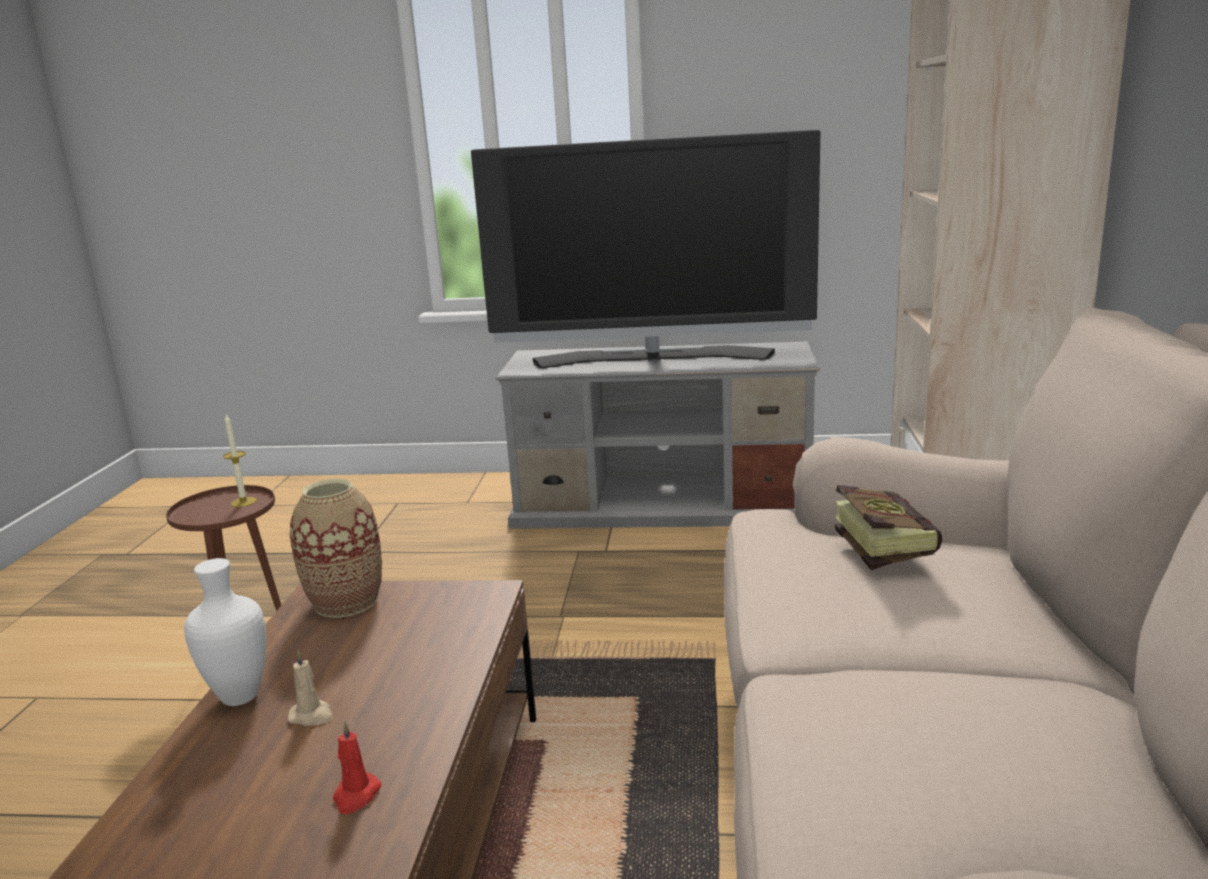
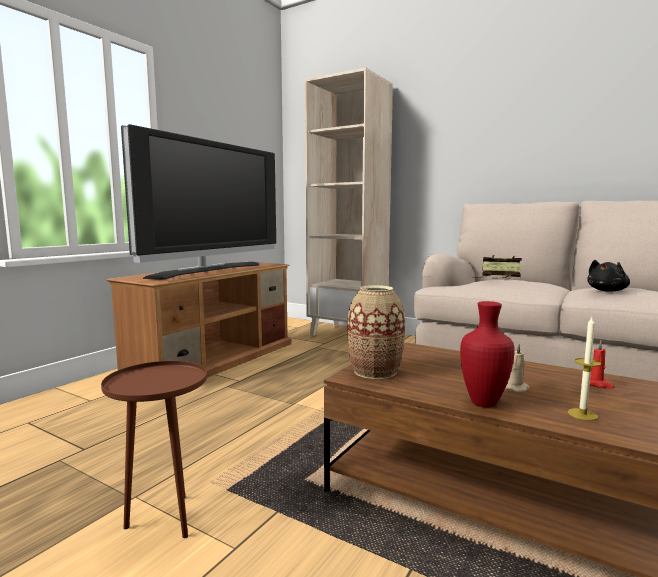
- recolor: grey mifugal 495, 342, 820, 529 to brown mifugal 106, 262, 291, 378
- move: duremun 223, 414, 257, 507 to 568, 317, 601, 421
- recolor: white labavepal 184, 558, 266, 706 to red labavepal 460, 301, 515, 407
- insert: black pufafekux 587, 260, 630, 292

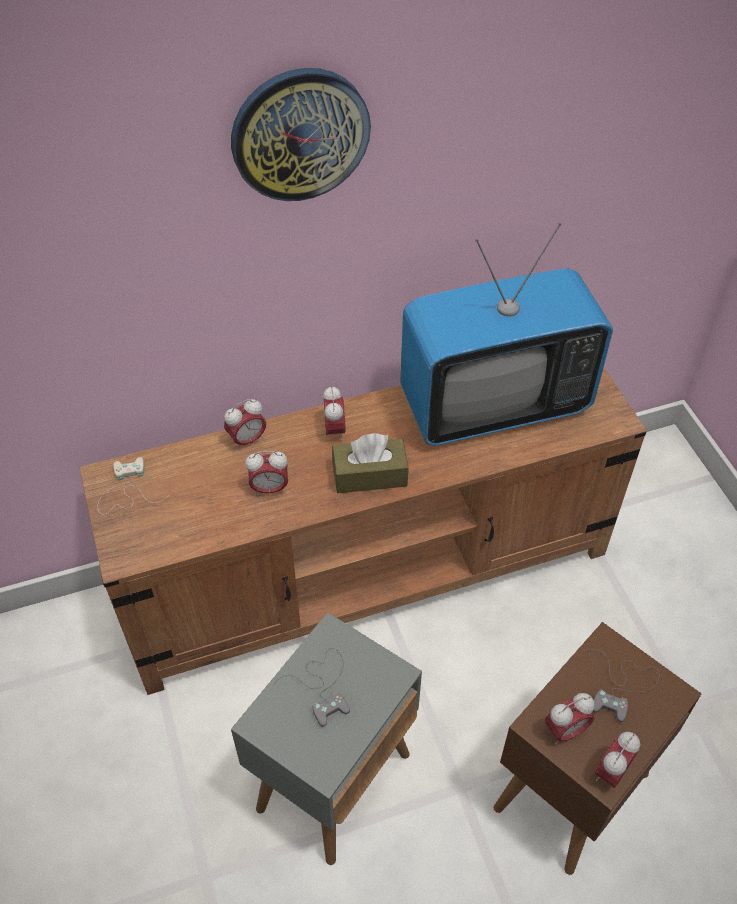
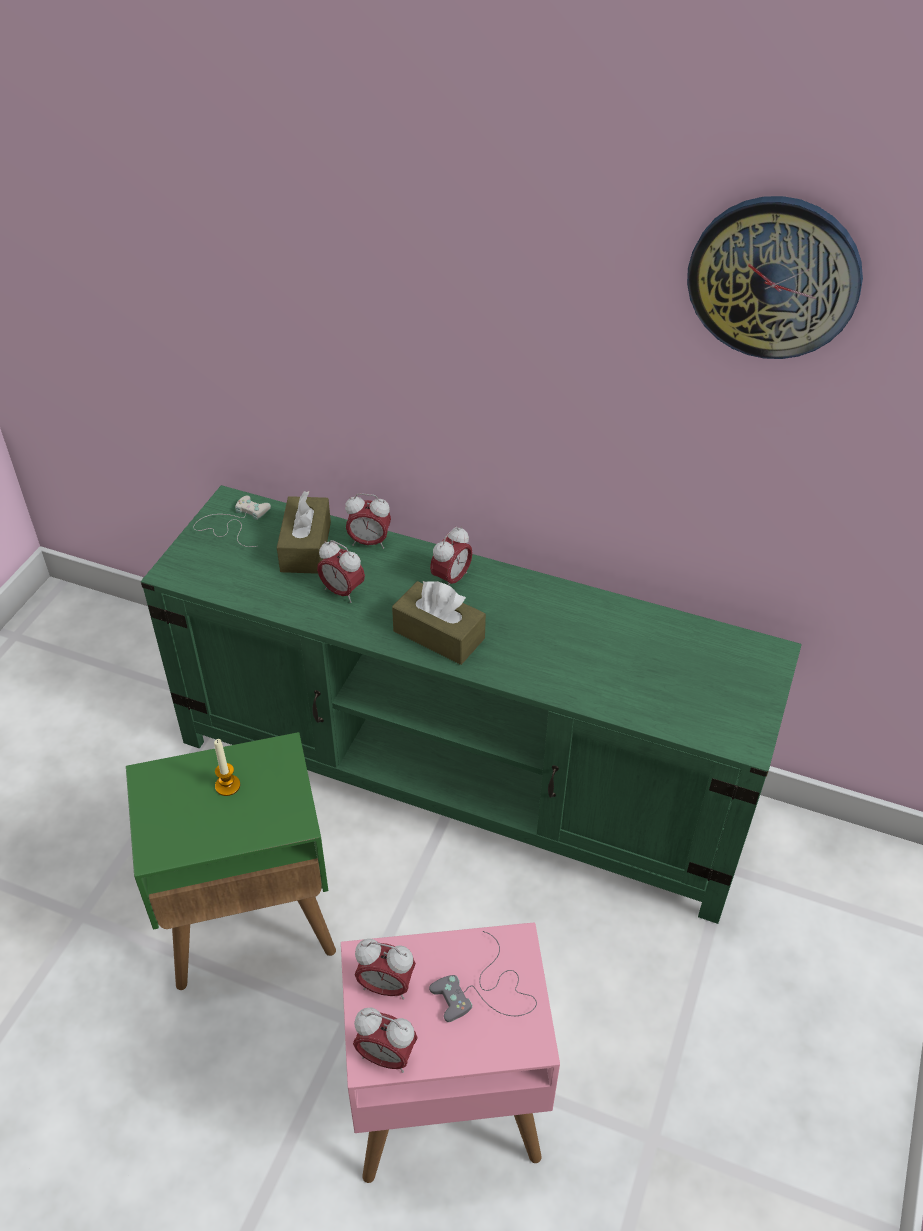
- move: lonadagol 231, 68, 371, 201 to 687, 196, 863, 359
- delete: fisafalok 400, 223, 613, 446
- recolor: brown mifugal 79, 367, 647, 695 to green mifugal 141, 485, 802, 924
- recolor: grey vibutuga 231, 612, 422, 865 to green vibutuga 126, 732, 336, 990
- recolor: brown vibutuga 493, 622, 701, 875 to pink vibutuga 341, 922, 560, 1183
- replace: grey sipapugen 272, 648, 350, 727 to duremun 214, 739, 240, 796
- rotate: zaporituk 595, 732, 641, 788 = 353, 1008, 418, 1073 150 degrees counterclockwise
- insert: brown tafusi 277, 491, 331, 574

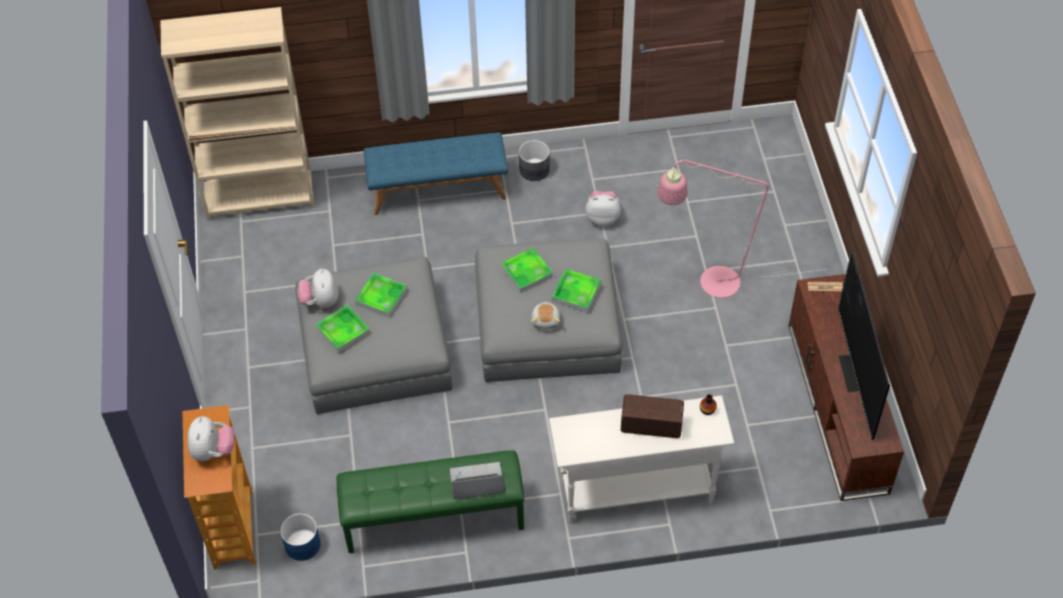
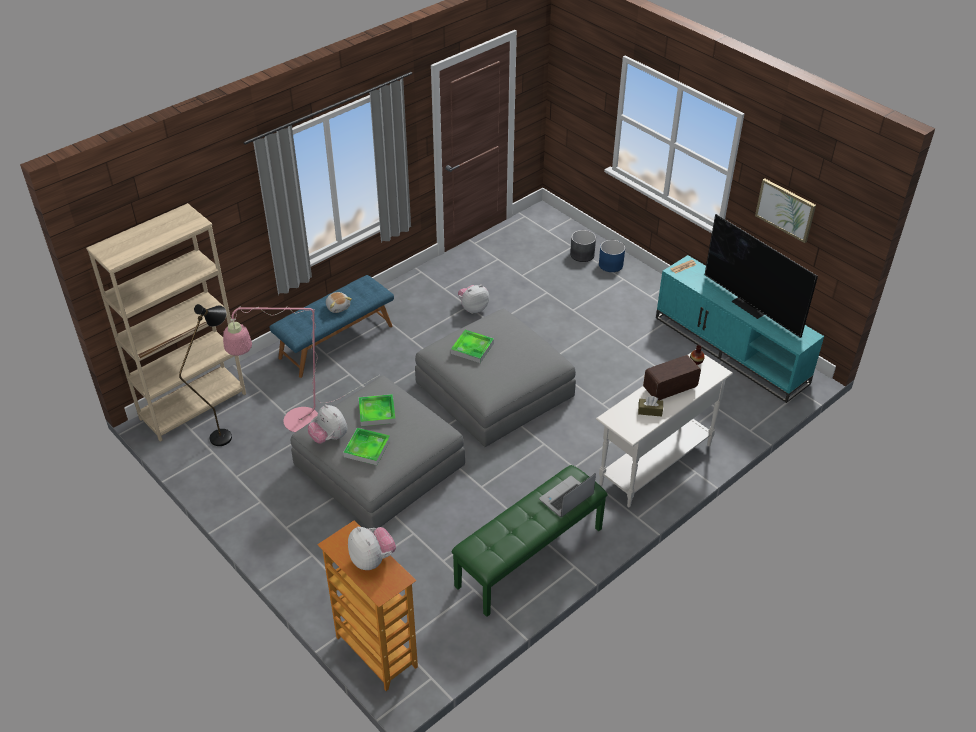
- move: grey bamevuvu 519, 140, 550, 181 to 570, 230, 596, 262
- move: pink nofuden 657, 159, 827, 298 to 223, 306, 379, 432
- delete: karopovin 552, 269, 601, 313
- recolor: brown mifugal 788, 274, 904, 501 to turquoise mifugal 656, 255, 824, 403
- move: pufafekux 531, 302, 560, 330 to 326, 292, 352, 313
- move: blue bamevuvu 280, 513, 321, 561 to 599, 240, 625, 272
- insert: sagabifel 755, 178, 816, 243
- insert: black nofuden 179, 304, 232, 446
- insert: brown tafusi 638, 396, 663, 417

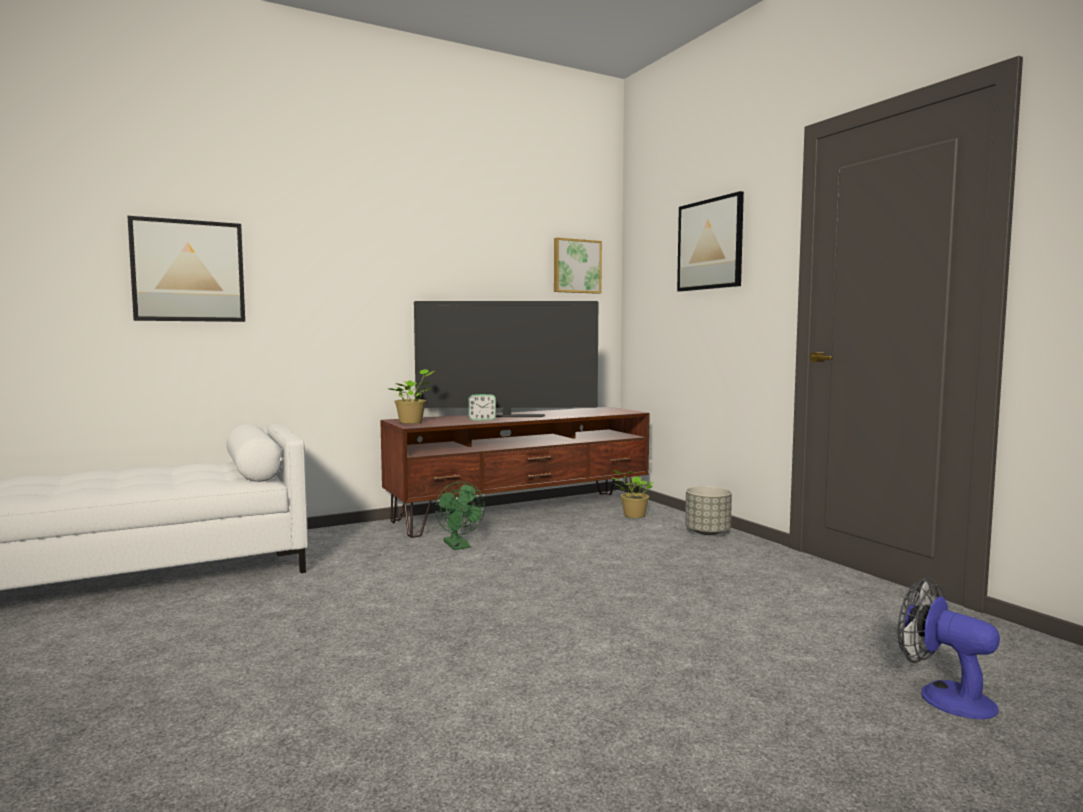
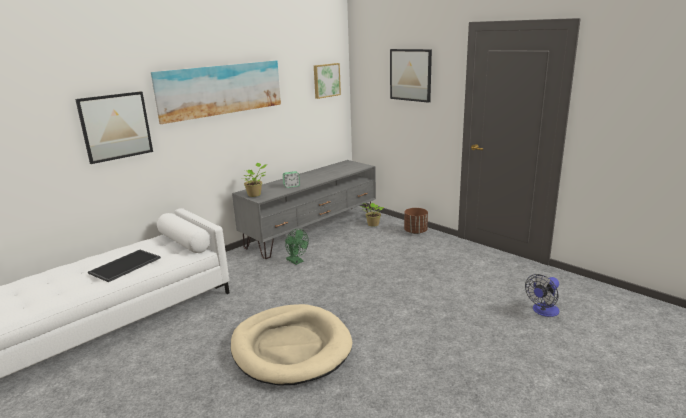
- delete: fisafalok 414, 301, 598, 417
- recolor: brown mifugal 380, 407, 650, 538 to grey mifugal 232, 160, 376, 259
- recolor: grey bamevuvu 685, 486, 732, 535 to brown bamevuvu 404, 208, 428, 234
- rotate: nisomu 897, 578, 1000, 720 = 525, 274, 559, 317 75 degrees counterclockwise
- insert: sagabifel 151, 61, 281, 124
- insert: karopovin 88, 250, 161, 282
- insert: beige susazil 231, 304, 352, 385

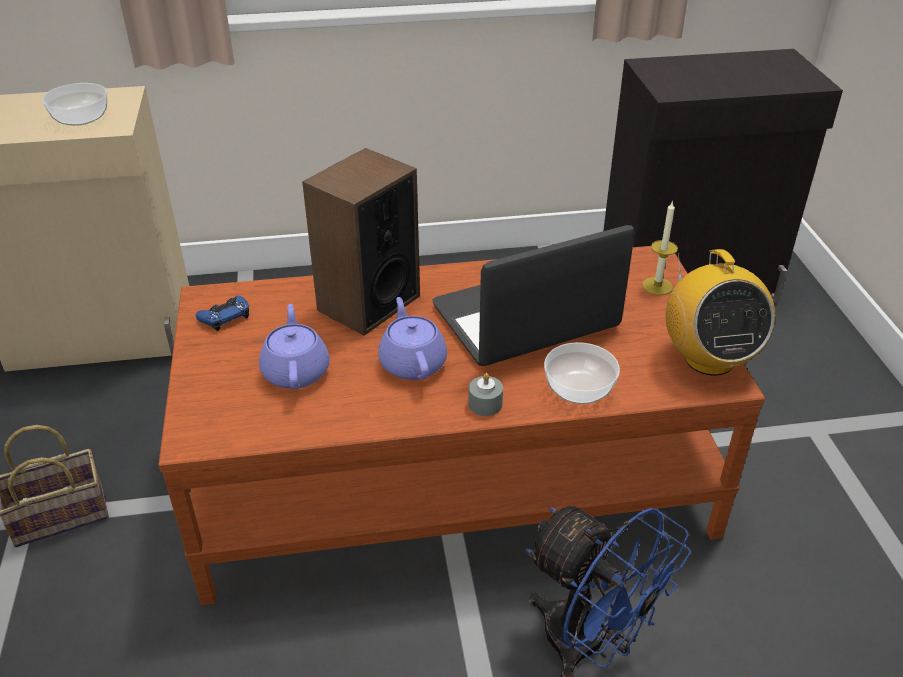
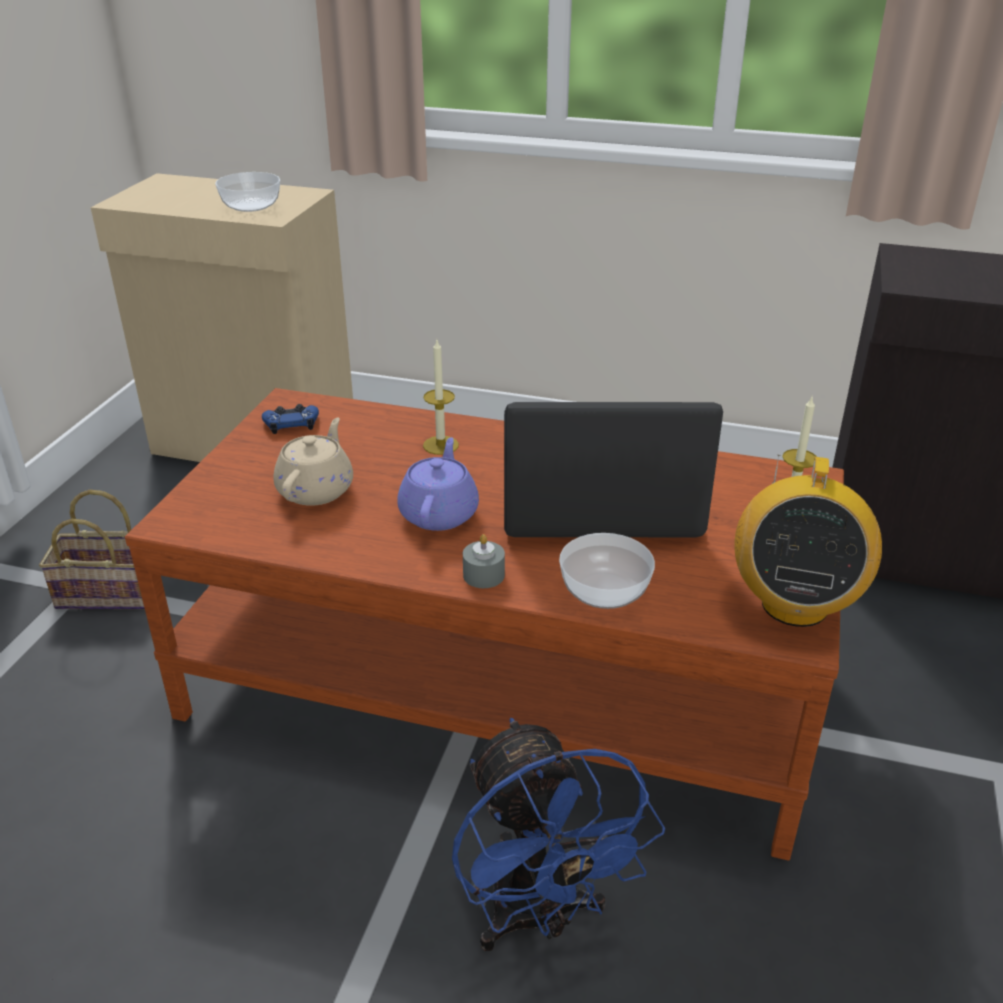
- replace: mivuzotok 302, 148, 420, 336 to duremun 423, 340, 459, 455
- recolor: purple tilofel 259, 304, 329, 390 to beige tilofel 273, 417, 353, 506

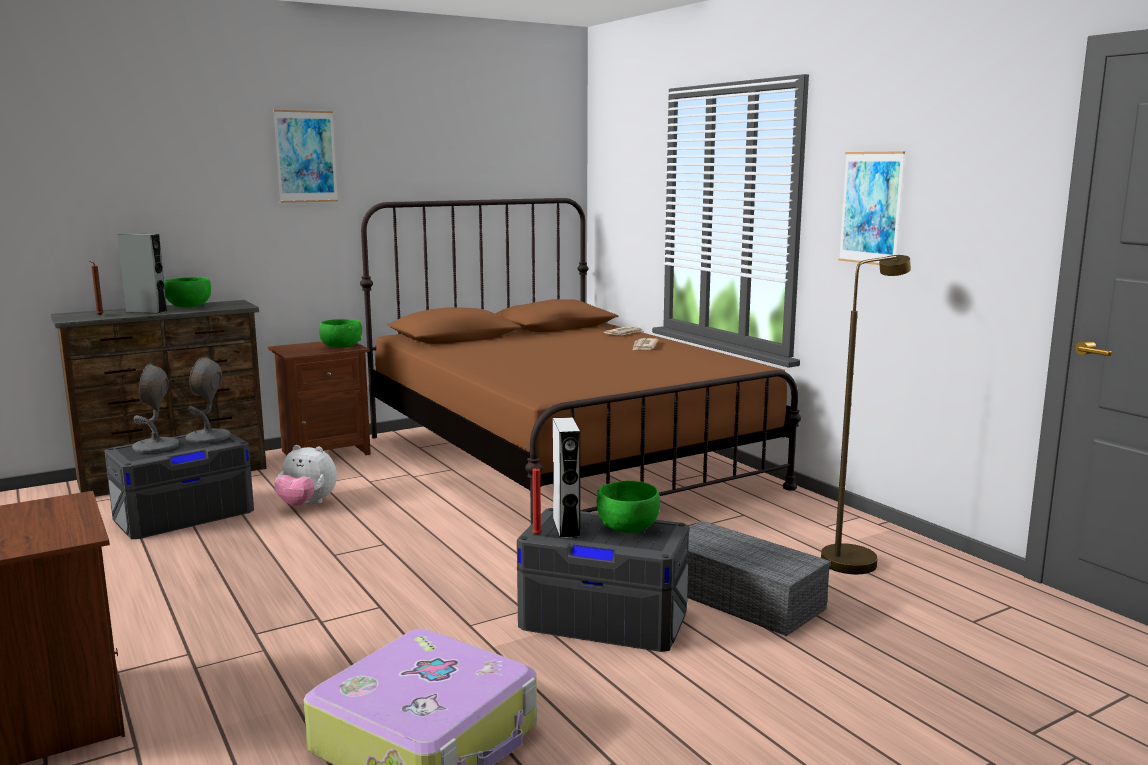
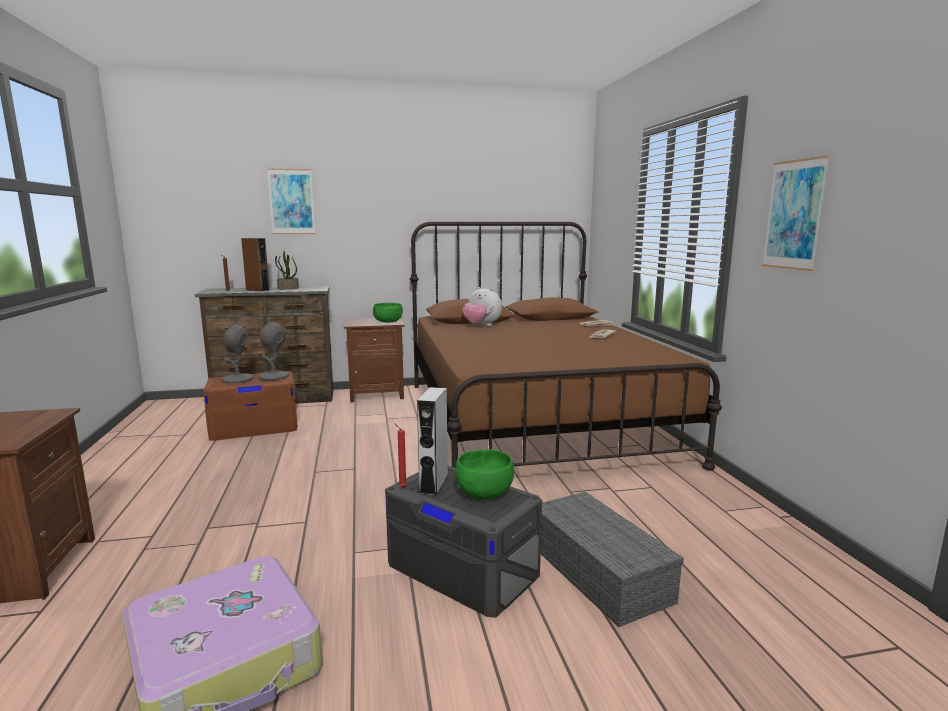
- move: sagabifel 273, 110, 338, 203 to 267, 168, 315, 234
- recolor: grey mivuzotok 118, 234, 167, 314 to brown mivuzotok 241, 238, 270, 291
- delete: brown nofuden 821, 255, 911, 574
- replace: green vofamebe 164, 277, 211, 307 to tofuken 275, 251, 299, 289
- recolor: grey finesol 104, 428, 254, 539 to brown finesol 203, 371, 297, 441
- move: pufafekux 274, 445, 337, 506 to 462, 287, 502, 326

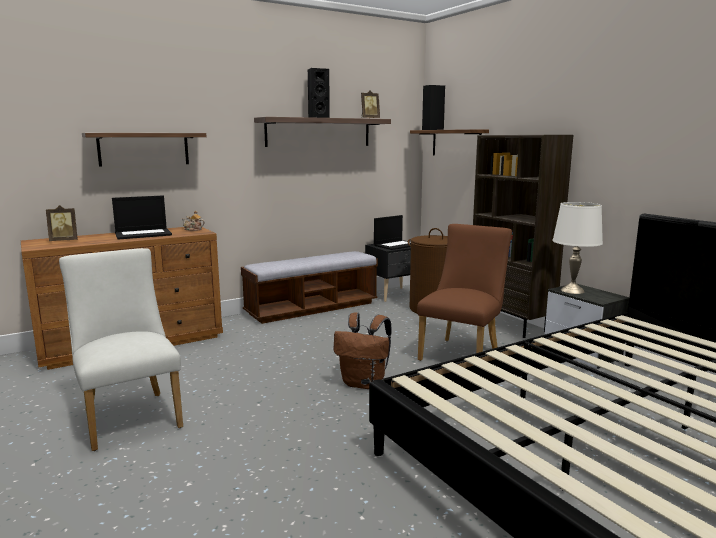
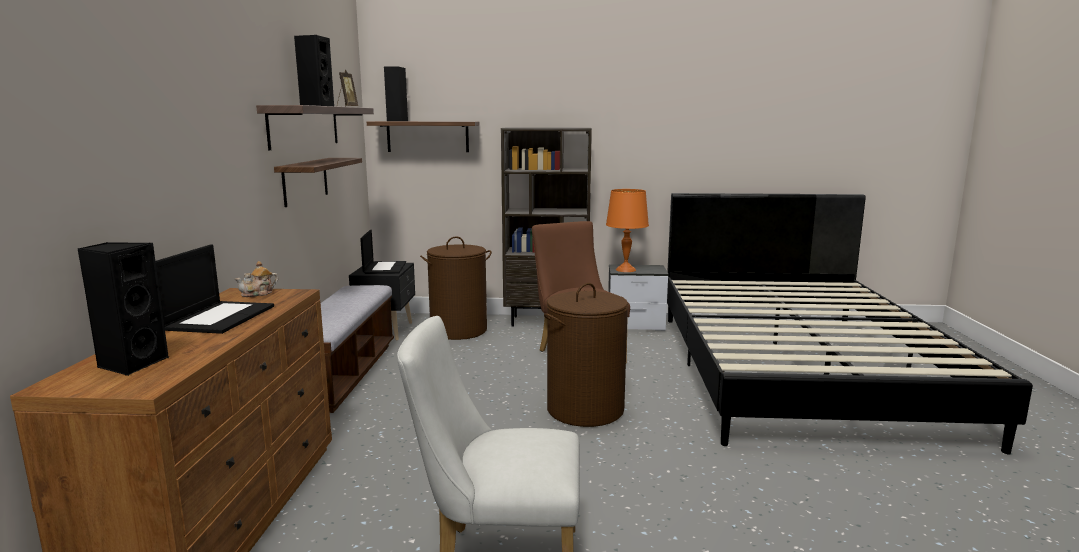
- move: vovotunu 82, 133, 206, 166 to 274, 158, 362, 207
- recolor: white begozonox 552, 202, 603, 294 to orange begozonox 606, 189, 649, 272
- replace: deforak 46, 205, 78, 241 to black mivuzotok 77, 242, 169, 376
- replace: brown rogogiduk 334, 312, 392, 389 to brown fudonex 544, 283, 628, 427

